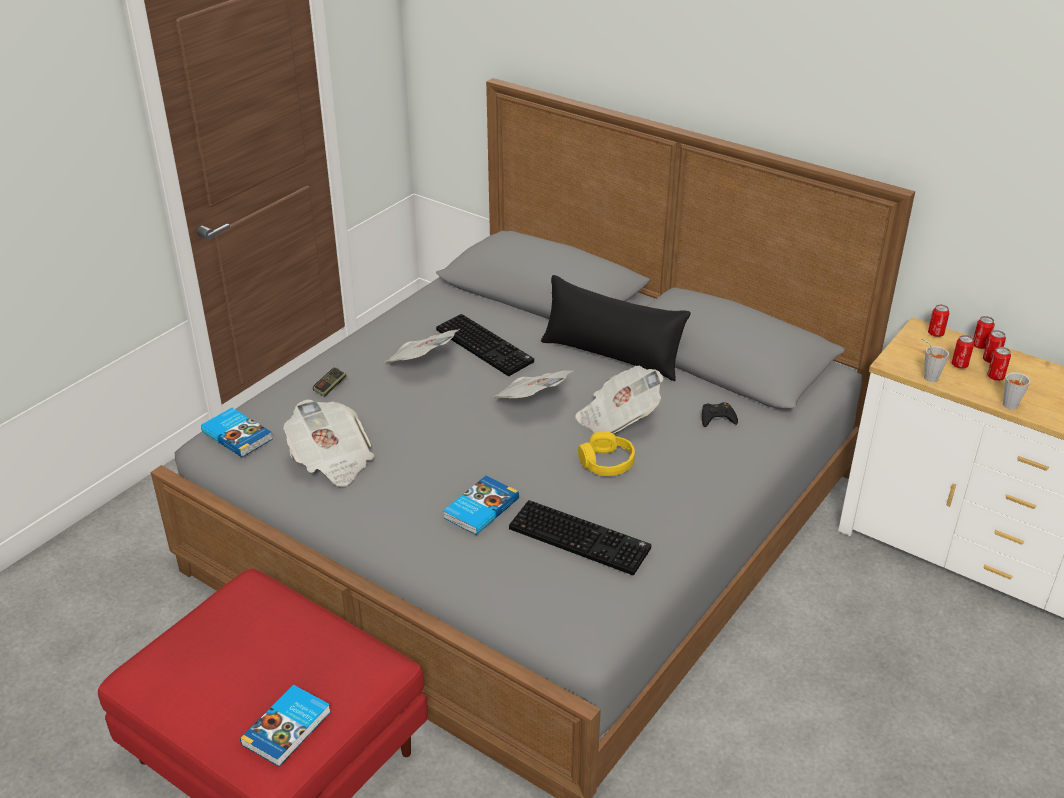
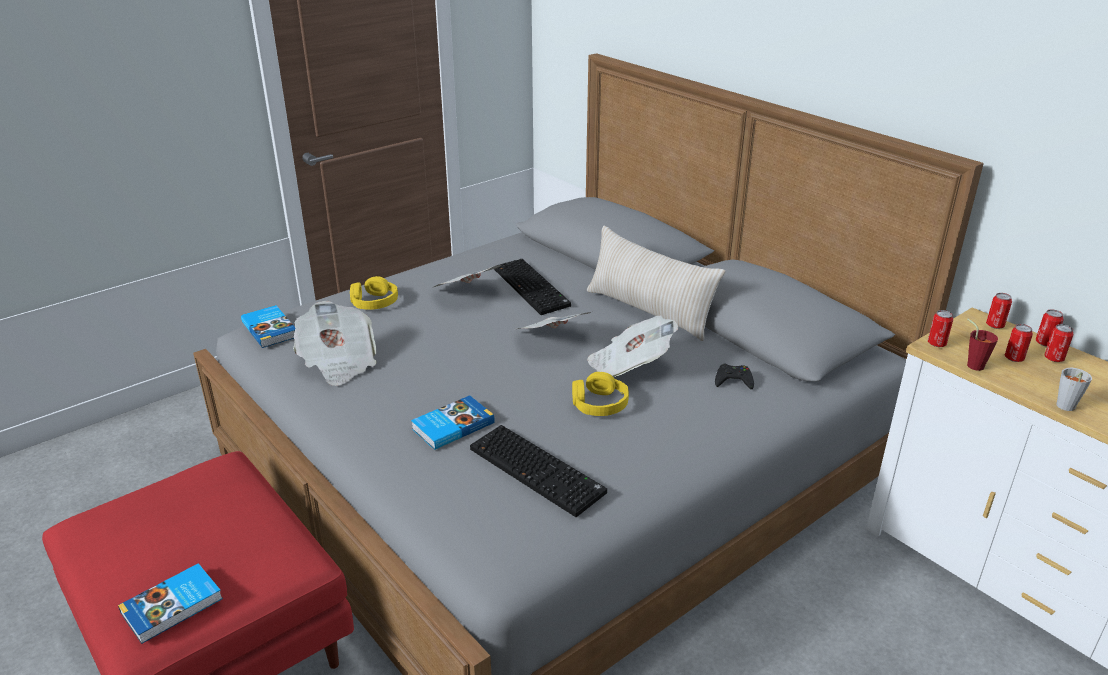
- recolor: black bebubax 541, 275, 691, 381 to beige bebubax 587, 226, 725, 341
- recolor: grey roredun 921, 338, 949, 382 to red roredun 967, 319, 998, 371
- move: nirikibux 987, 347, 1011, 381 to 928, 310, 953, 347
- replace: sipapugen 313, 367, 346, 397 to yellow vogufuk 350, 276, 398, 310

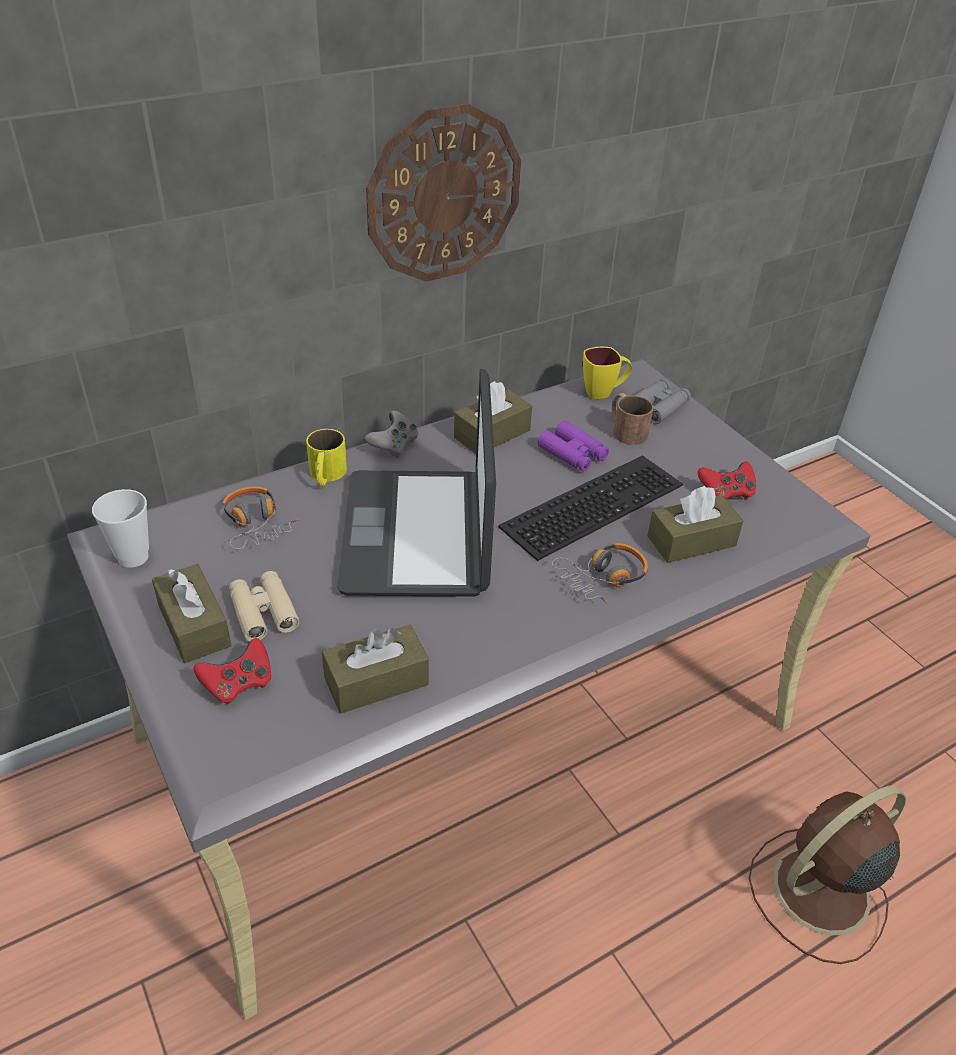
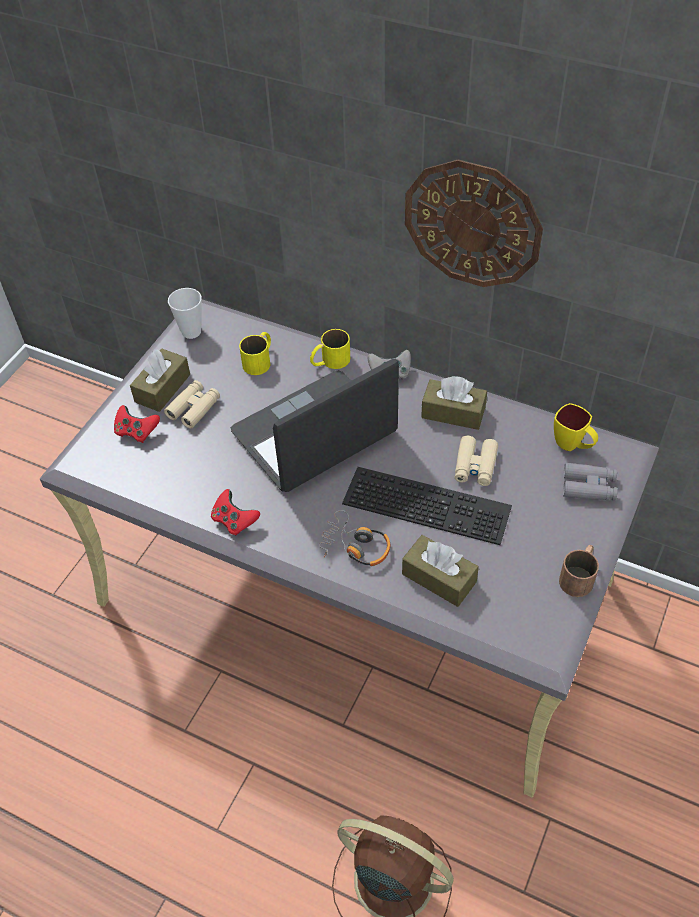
- move: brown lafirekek 612, 393, 653, 445 to 559, 545, 599, 597
- recolor: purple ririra 537, 421, 609, 472 to beige ririra 455, 436, 498, 486
- move: red sipapugen 697, 461, 756, 500 to 211, 489, 260, 535
- replace: vogufuk 223, 486, 300, 549 to yellow lafirekek 239, 332, 271, 375
- delete: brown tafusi 322, 625, 429, 714

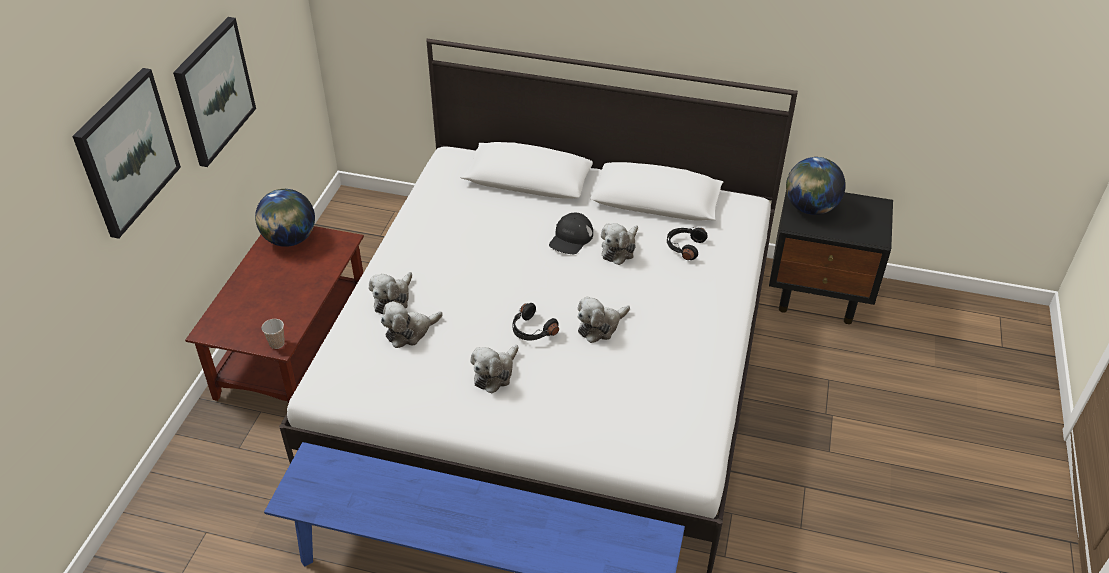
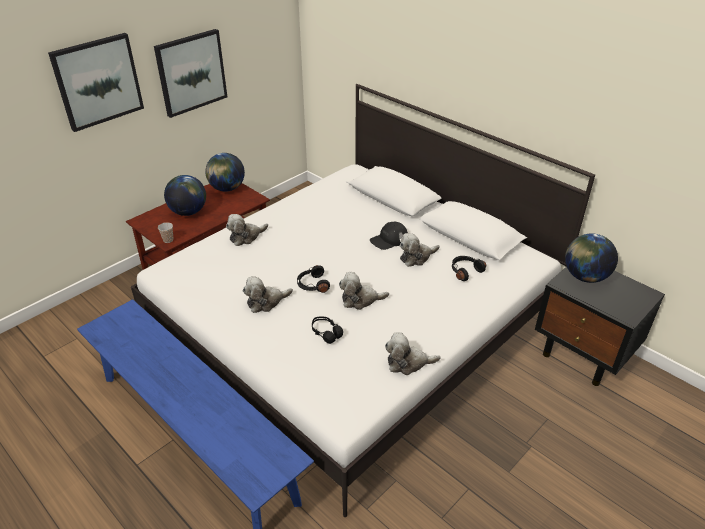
- move: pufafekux 381, 301, 443, 348 to 385, 332, 441, 375
- insert: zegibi 164, 175, 206, 216
- insert: black vogufuk 312, 316, 343, 344

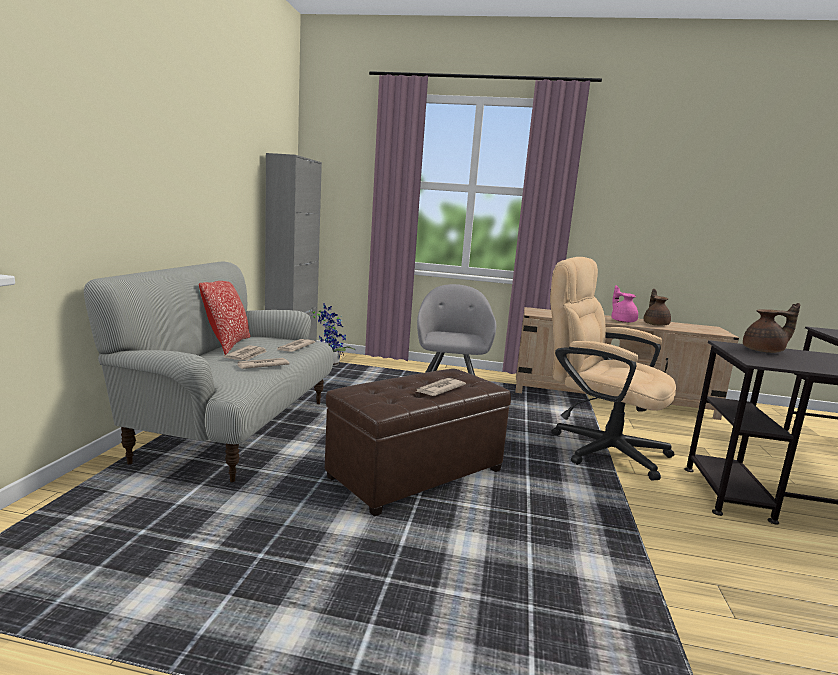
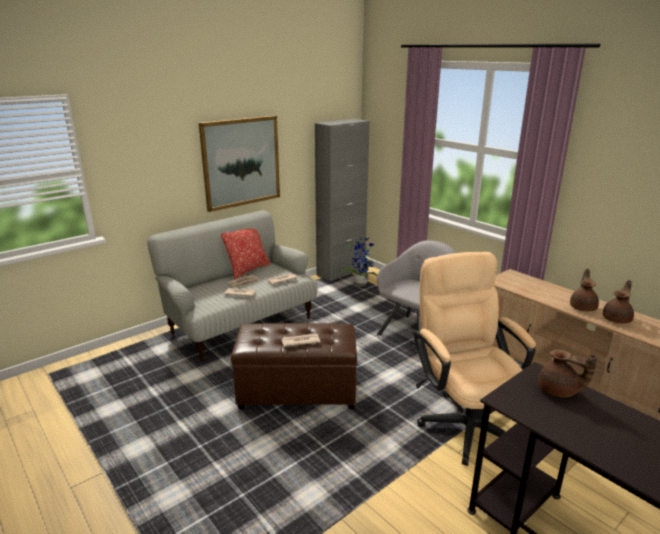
- recolor: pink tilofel 612, 286, 638, 323 to brown tilofel 570, 268, 599, 311
- insert: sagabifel 199, 116, 280, 212

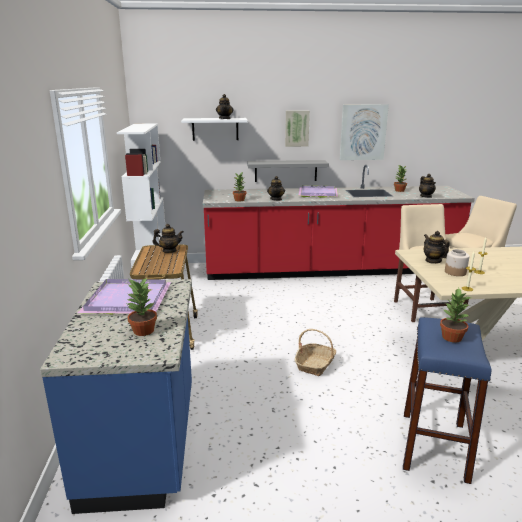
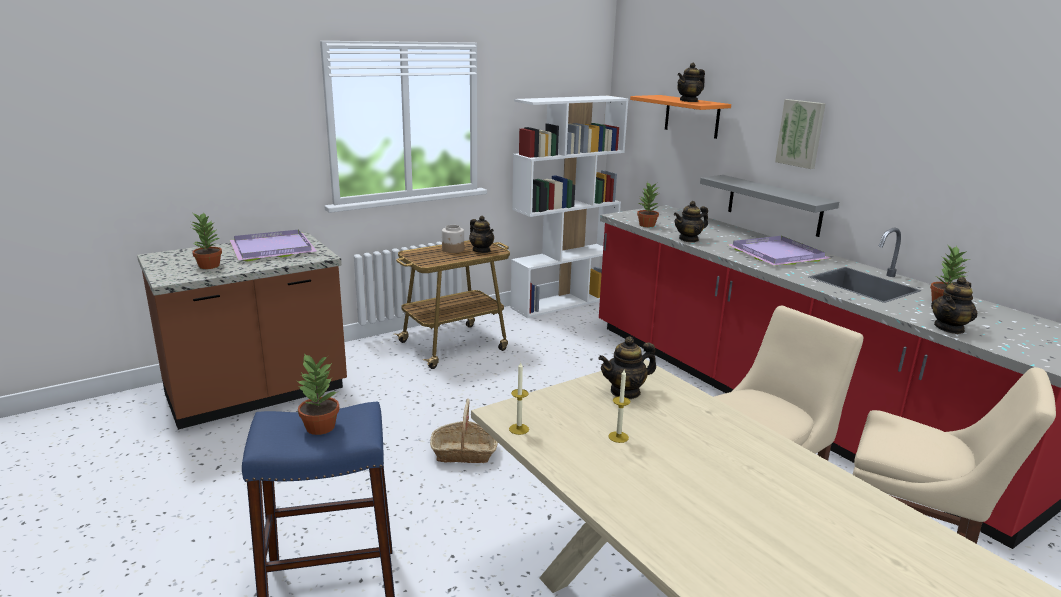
- delete: sagabifel 340, 104, 389, 160
- recolor: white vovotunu 181, 118, 247, 141 to orange vovotunu 630, 95, 731, 139
- rotate: tilofel 424, 231, 449, 264 = 599, 336, 656, 399 150 degrees counterclockwise
- move: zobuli 445, 249, 470, 276 to 442, 225, 464, 253
- recolor: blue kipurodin 40, 279, 192, 514 to brown kipurodin 137, 232, 347, 430

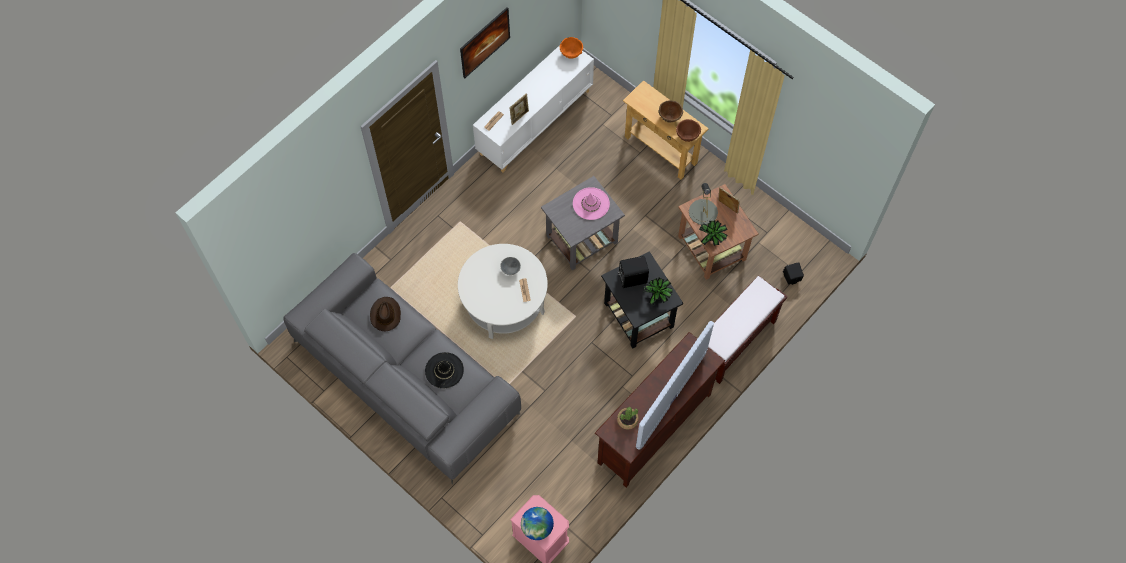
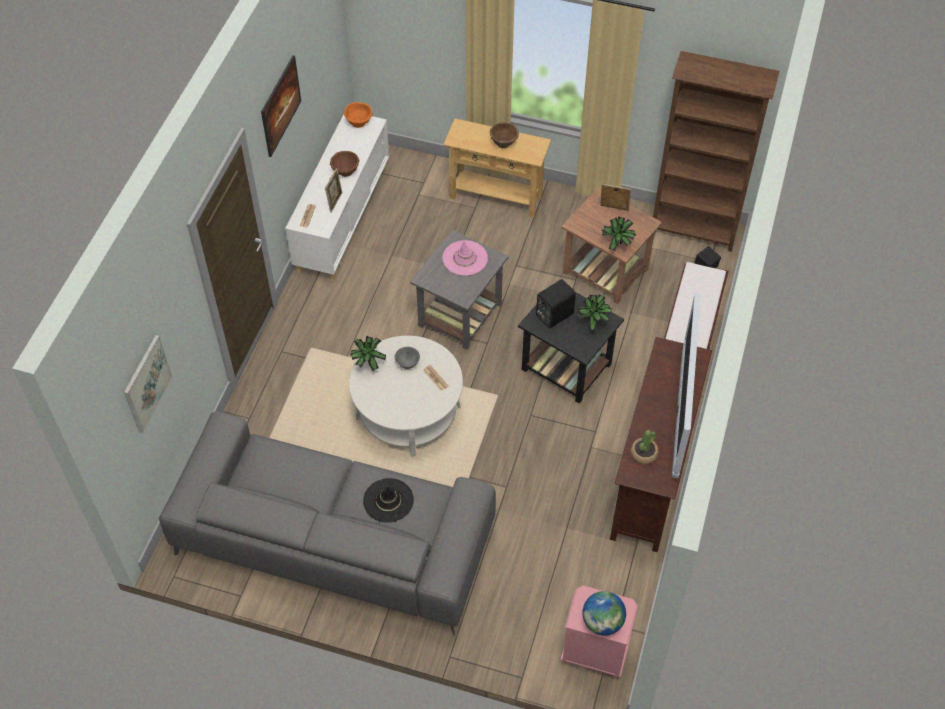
- move: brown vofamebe 676, 119, 701, 142 to 330, 151, 360, 177
- delete: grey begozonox 689, 183, 718, 225
- delete: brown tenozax 370, 297, 401, 331
- insert: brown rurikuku 653, 51, 779, 252
- insert: sagabifel 124, 335, 173, 433
- insert: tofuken 350, 336, 386, 371

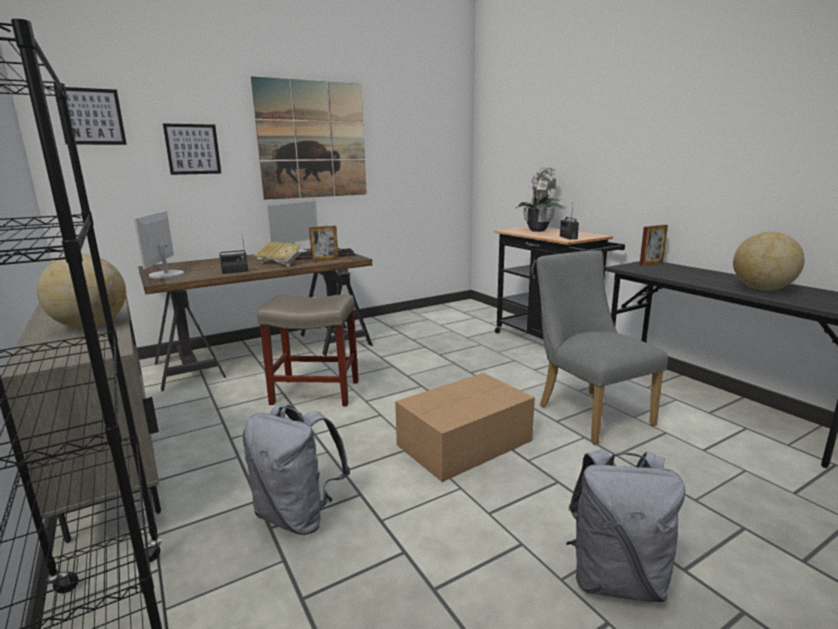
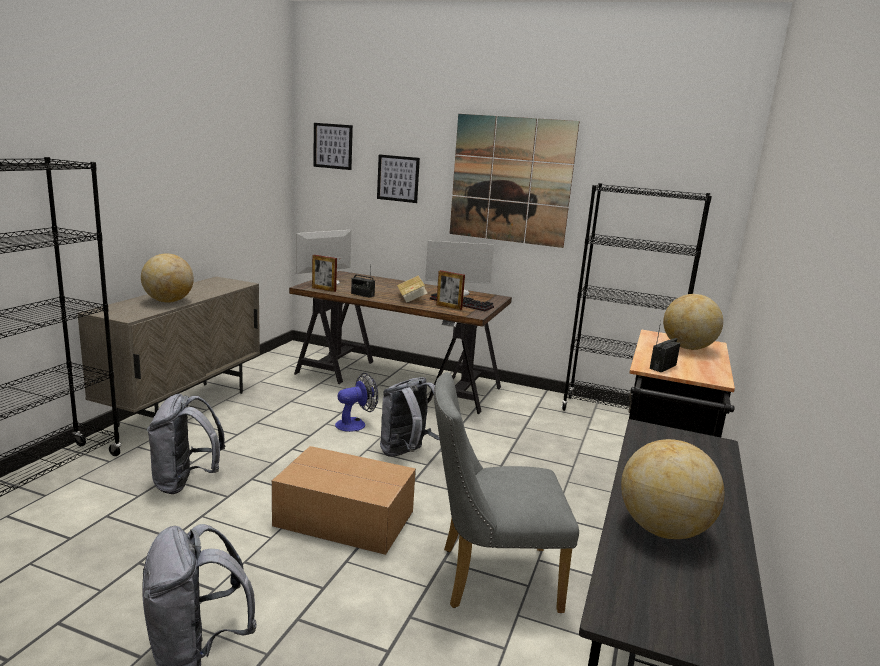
- replace: tofuken 515, 165, 566, 232 to zegibi 663, 294, 723, 350
- move: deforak 639, 225, 668, 266 to 312, 255, 337, 292
- rotate: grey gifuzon 536, 250, 668, 445 = 434, 372, 579, 613 120 degrees counterclockwise
- replace: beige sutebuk 257, 295, 359, 406 to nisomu 335, 373, 378, 432
- insert: black rurikuku 561, 183, 712, 411
- insert: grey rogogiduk 380, 377, 440, 457

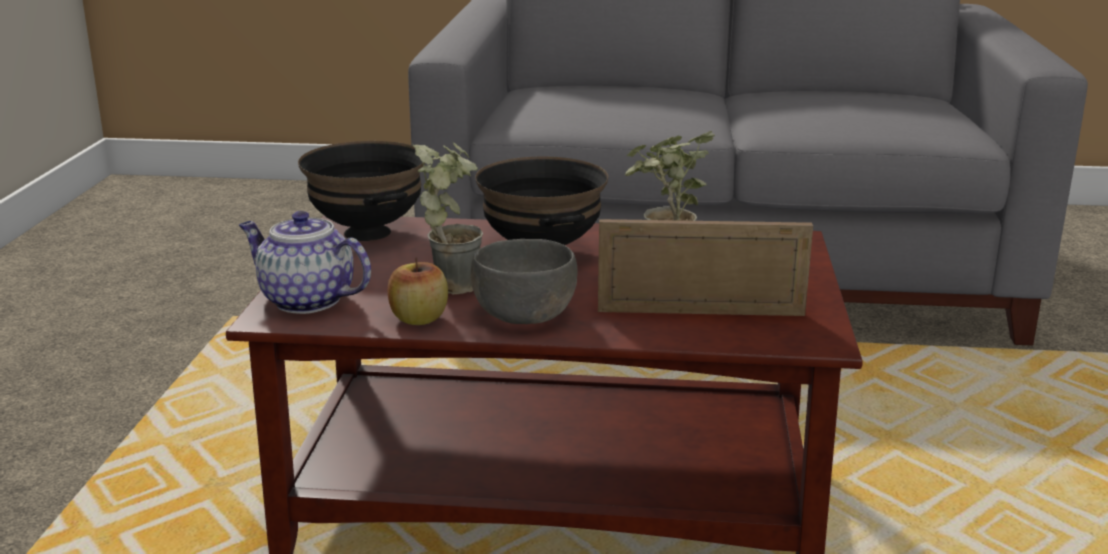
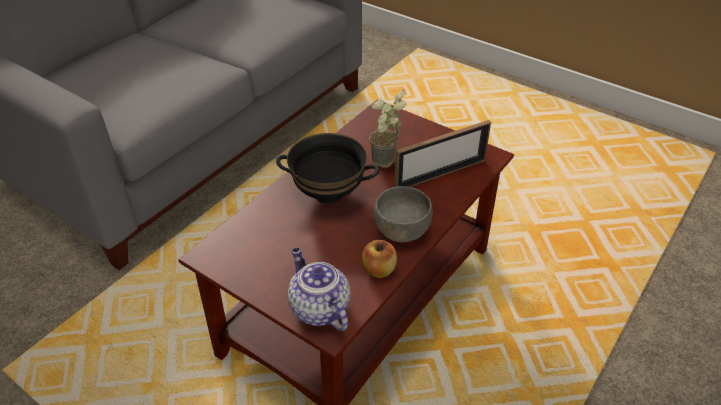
- delete: black vofamebe 298, 141, 425, 241
- delete: tofuken 413, 143, 483, 295
- rotate: tilofel 239, 211, 371, 314 = 288, 248, 351, 331 90 degrees clockwise
- rotate: deforak 598, 219, 813, 316 = 394, 120, 491, 187 150 degrees counterclockwise

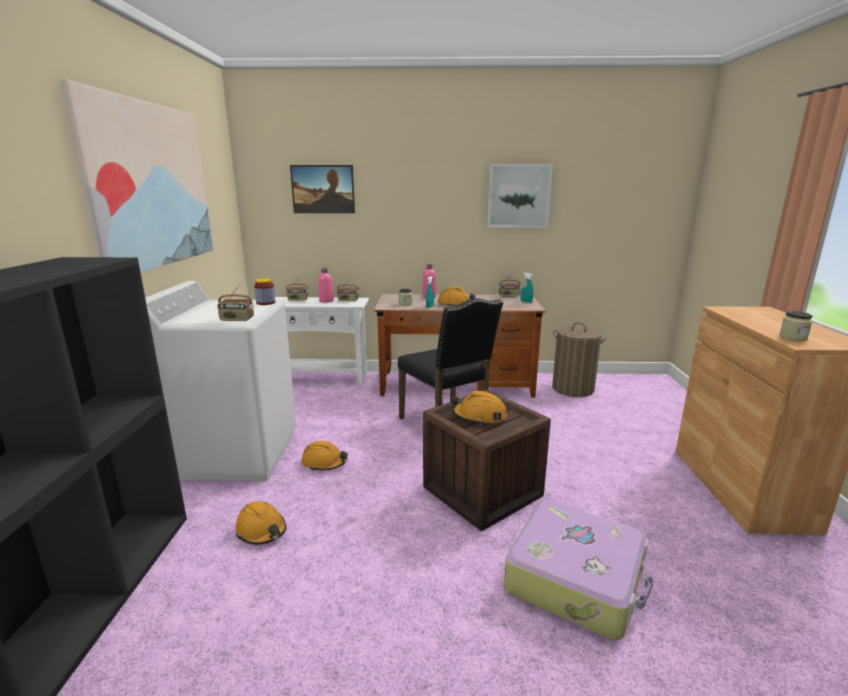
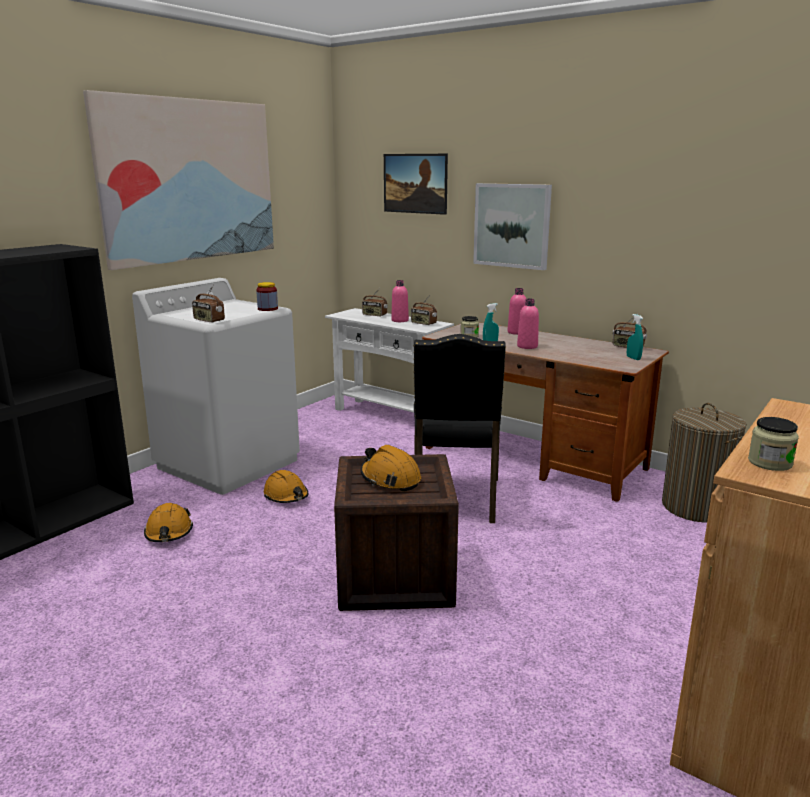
- move: sagabifel 487, 164, 553, 228 to 473, 183, 552, 270
- replace: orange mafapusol 438, 287, 475, 307 to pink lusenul 517, 299, 539, 349
- delete: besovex 504, 501, 654, 640

